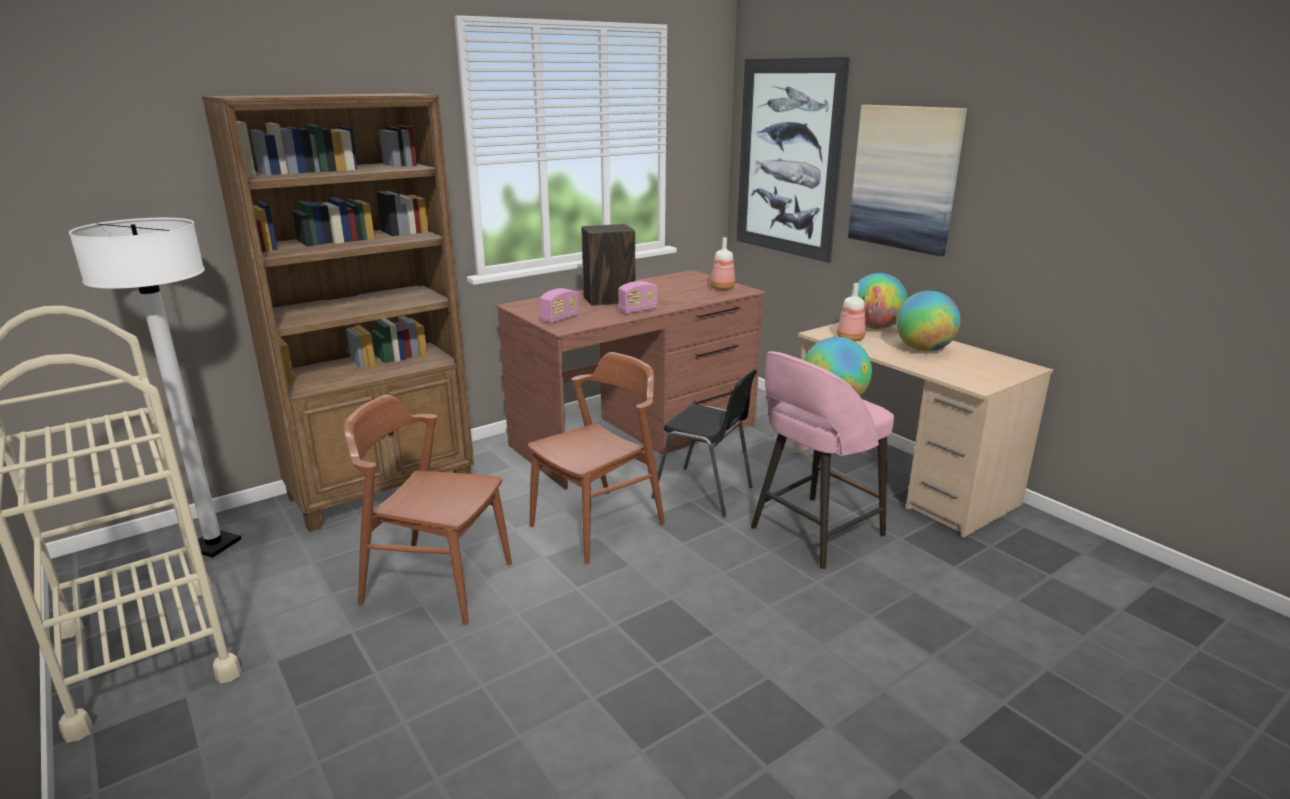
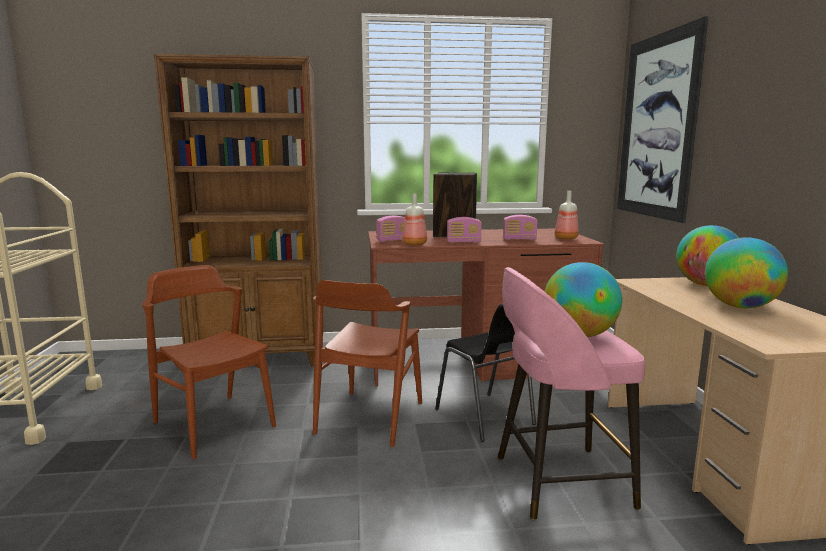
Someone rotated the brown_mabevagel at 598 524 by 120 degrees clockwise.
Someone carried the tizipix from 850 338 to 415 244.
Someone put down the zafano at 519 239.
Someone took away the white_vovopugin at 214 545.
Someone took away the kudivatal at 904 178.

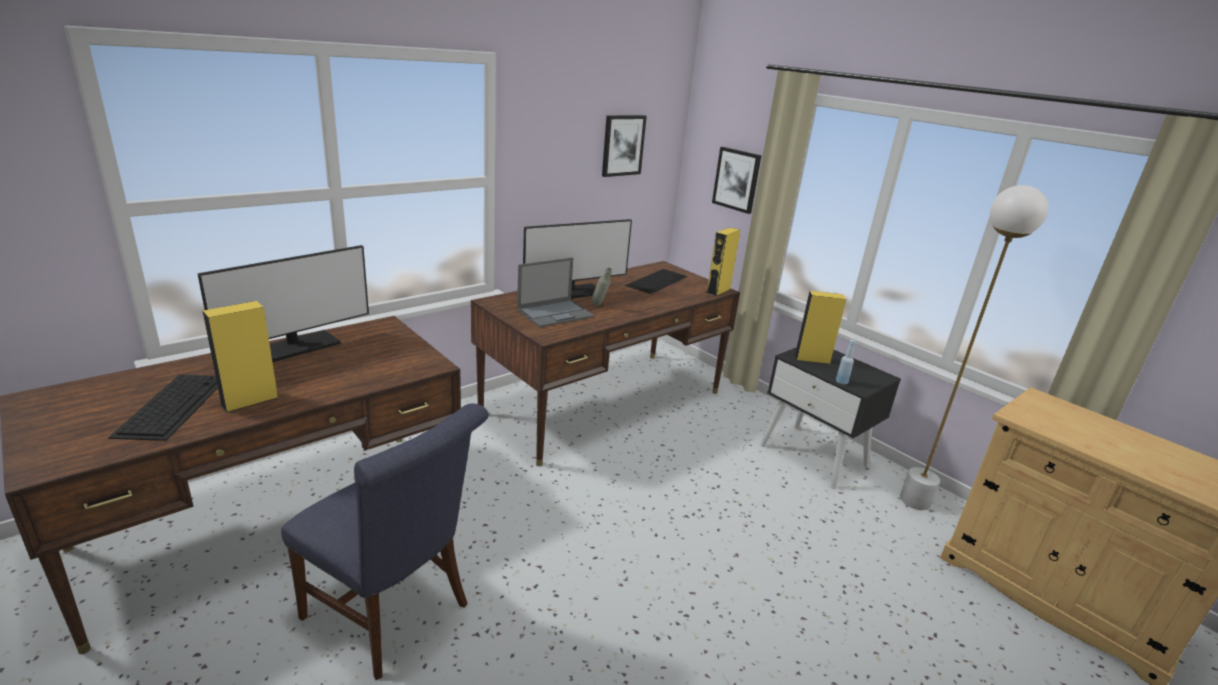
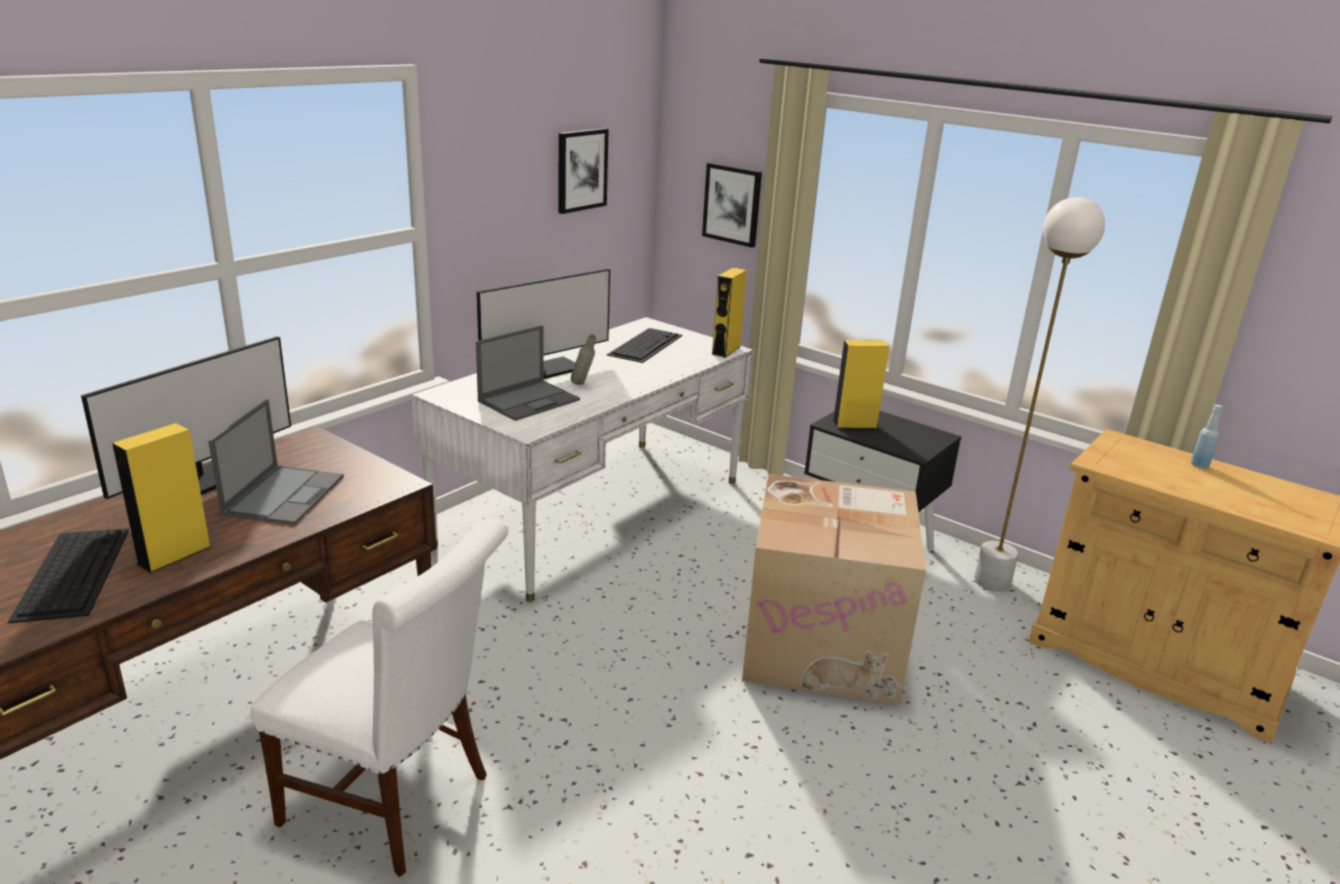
Someone put down the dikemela at 284 494.
Someone repainted the blue_mabevagel at 393 614, which became the white_mabevagel at 397 801.
Someone repainted the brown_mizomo at 604 402, which became the white_mizomo at 593 511.
Someone put down the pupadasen at 824 644.
Someone carried the blue_tizipix from 841 382 to 1199 465.

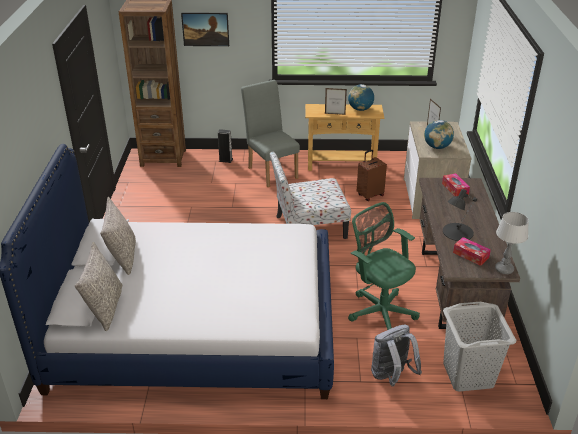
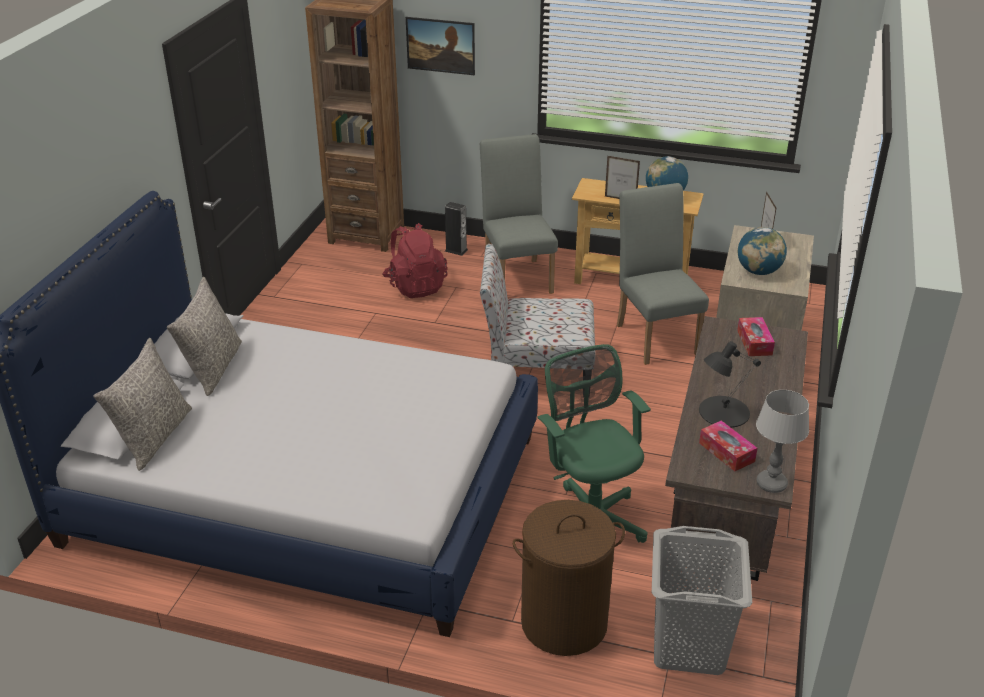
Someone put down the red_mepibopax at 415 286.
Someone swapped the grey_mepibopax at 391 376 for the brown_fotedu at 564 623.
Someone swapped the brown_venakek at 370 195 for the grey_mabevagel at 655 335.

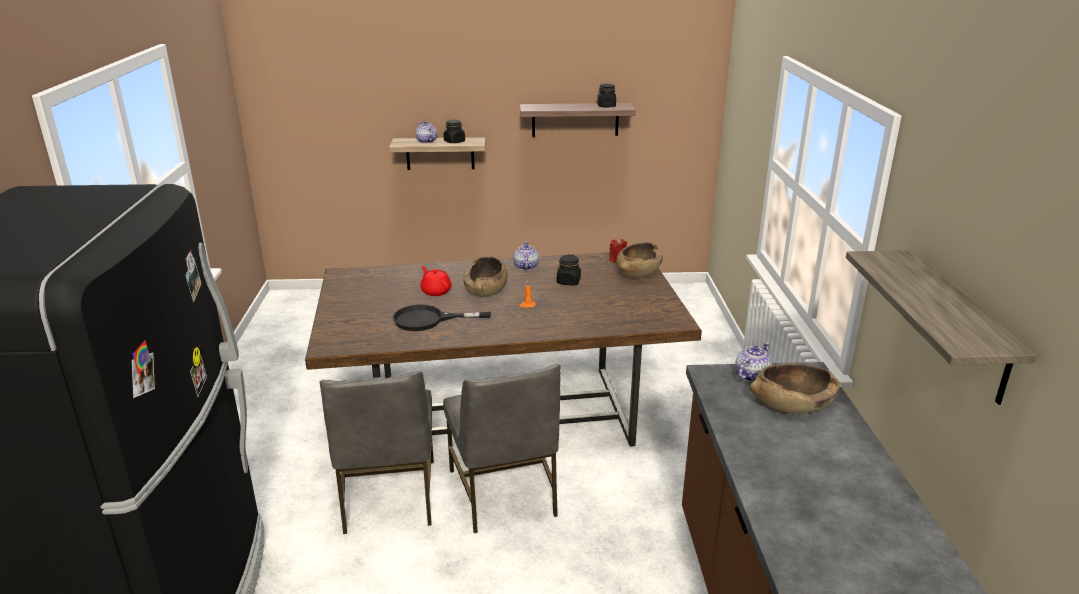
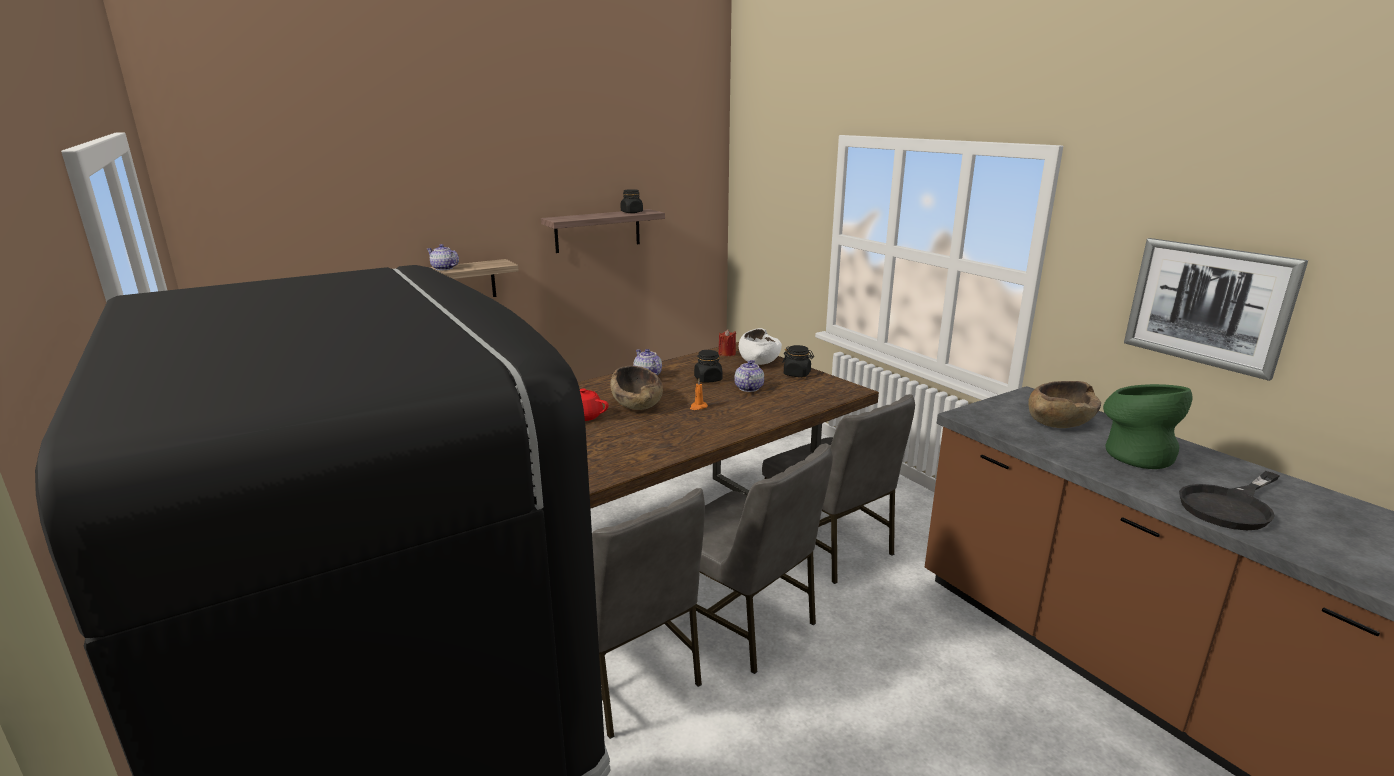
Someone carried the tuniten from 751 376 to 748 388.
Someone repainted the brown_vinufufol at 638 272, which became the white_vinufufol at 759 359.
Someone put down the grey_mabevagel at 830 546.
Someone carried the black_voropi from 454 141 to 797 374.
Someone put down the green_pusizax at 1134 454.
Someone swapped the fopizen at 958 325 for the kudivatal at 1208 305.
Someone carried the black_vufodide from 428 320 to 1230 506.

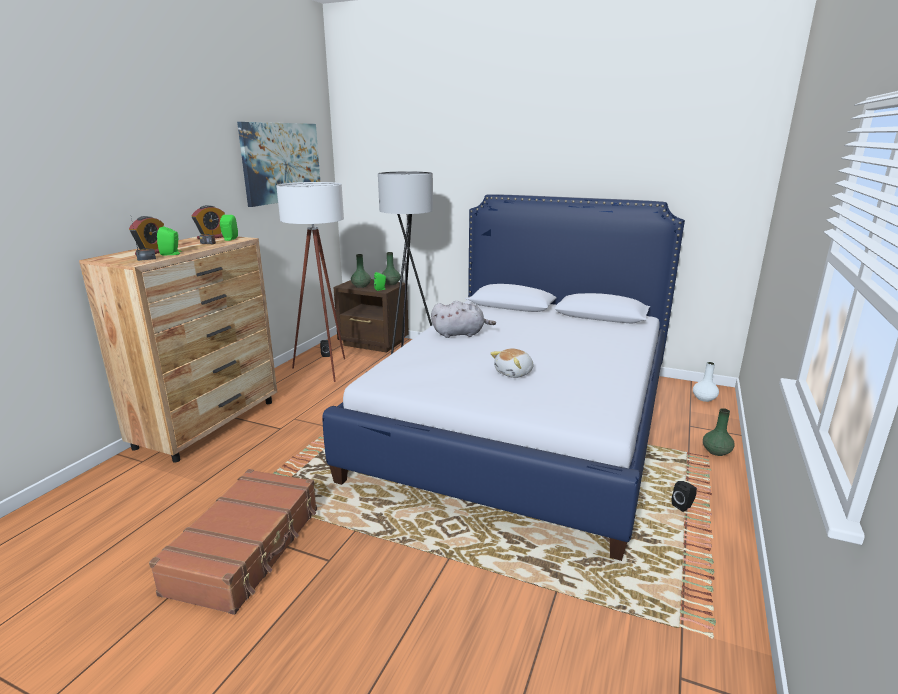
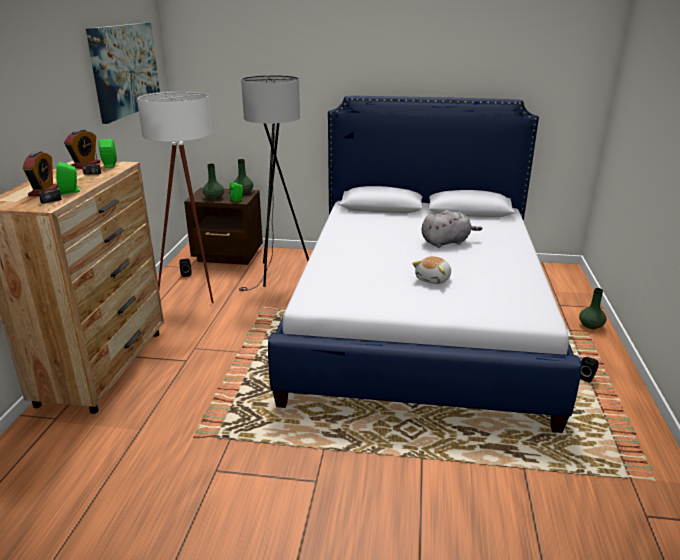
Someone carried the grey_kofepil from 460 334 to 447 242.
Someone took away the brown_venakek at 247 549.
Someone took away the white_pusizax at 704 398.

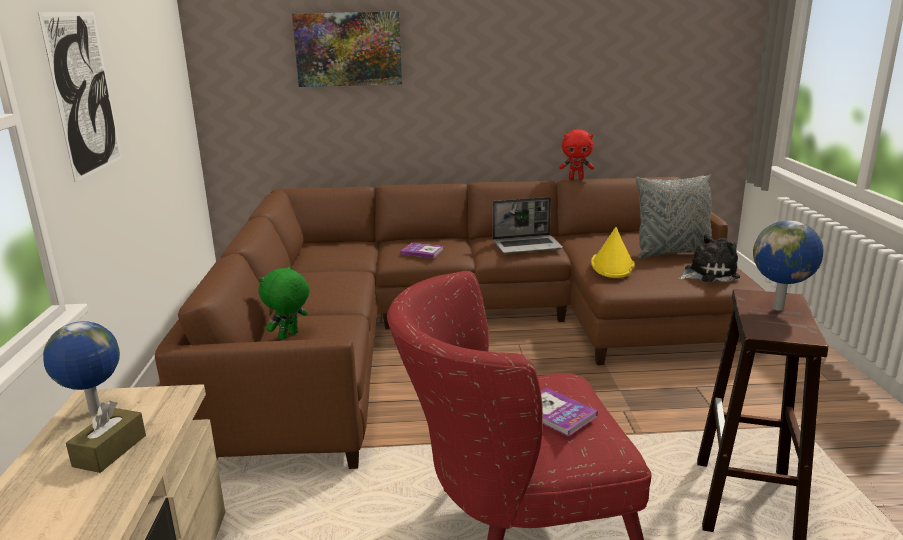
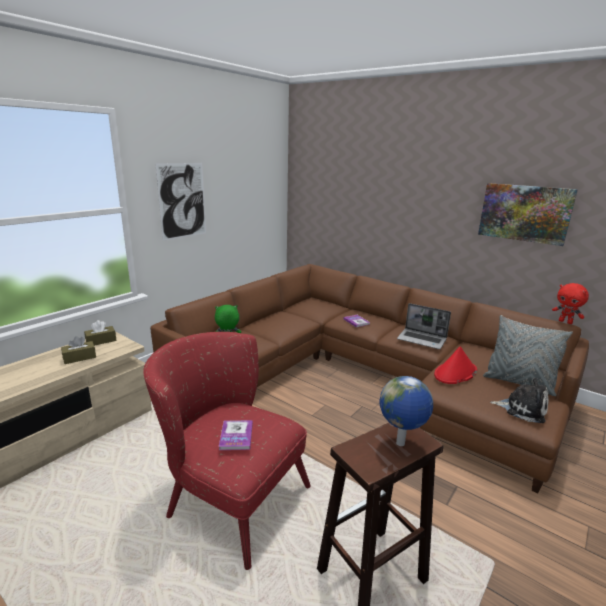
Someone swapped the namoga at 95 412 for the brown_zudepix at 101 341.
Someone repainted the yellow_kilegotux at 612 265, which became the red_kilegotux at 455 373.
Someone carried the kudivatal from 348 49 to 524 213.
Someone carried the red_kofepil from 576 178 to 565 322.

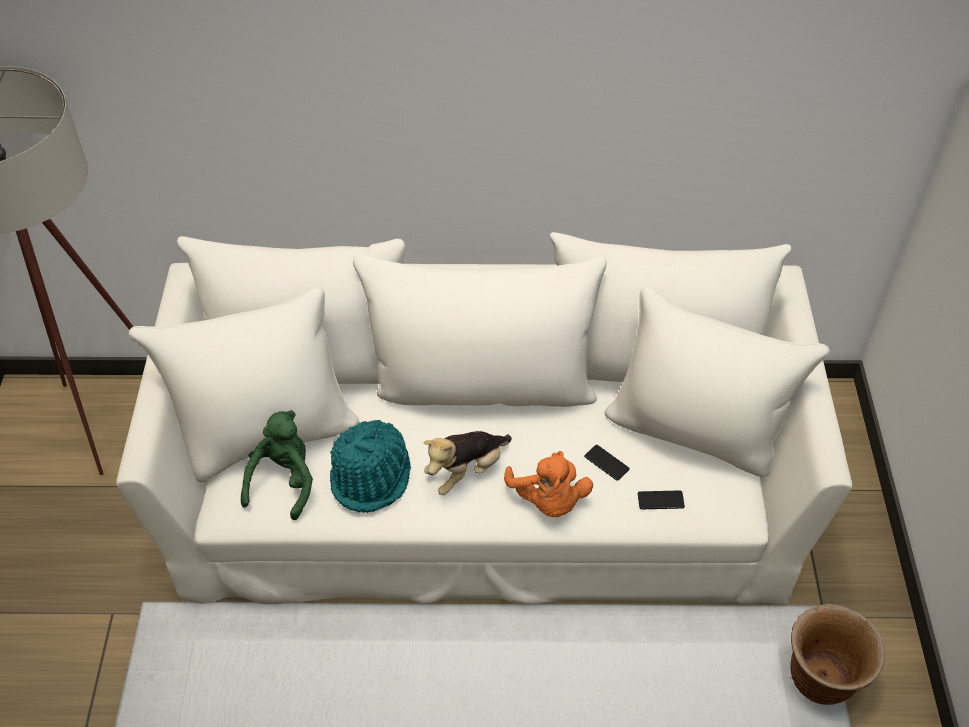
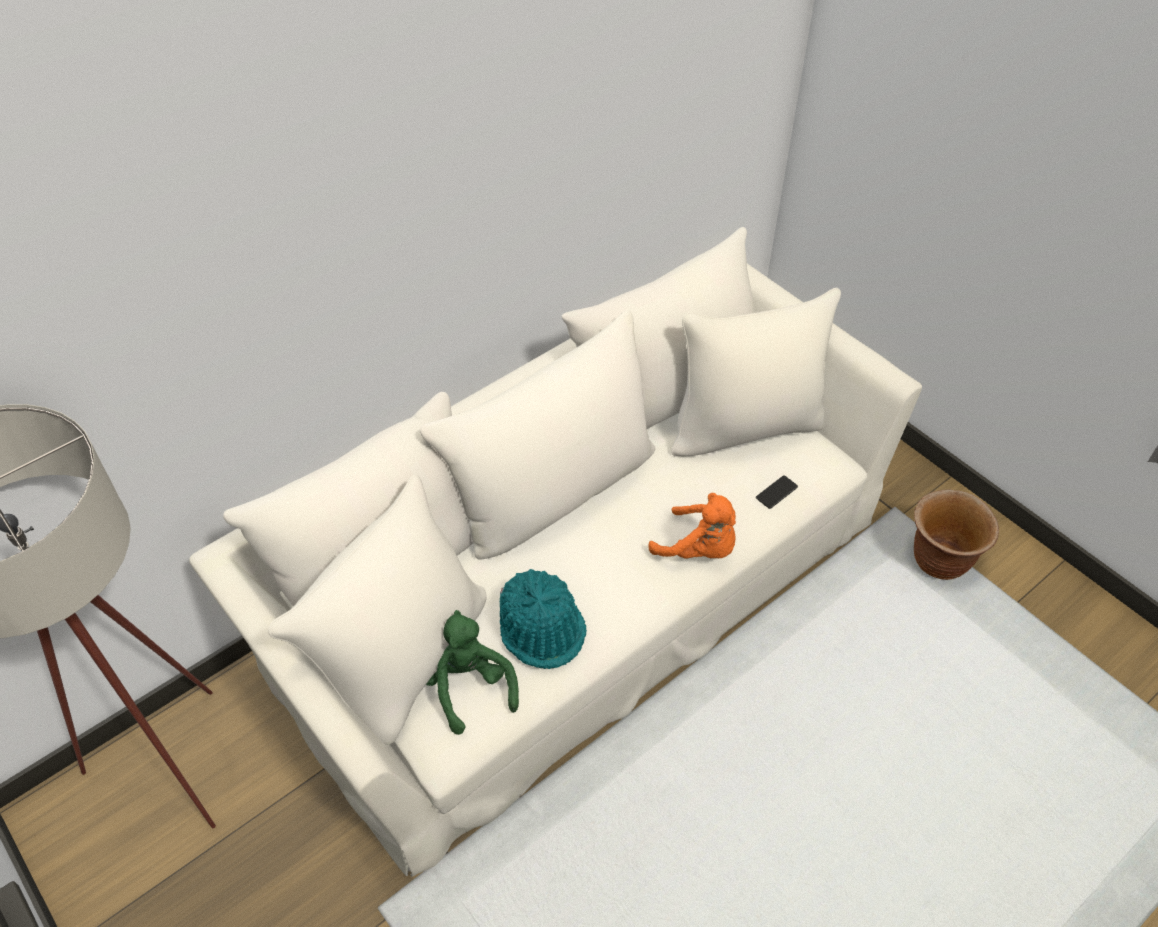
Someone took away the kofepil at 466 471.
Someone took away the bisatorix at 606 463.

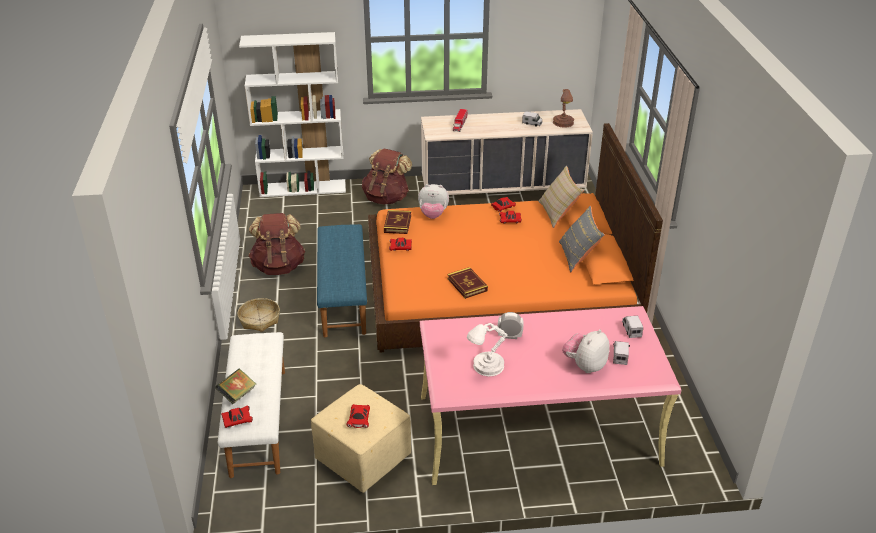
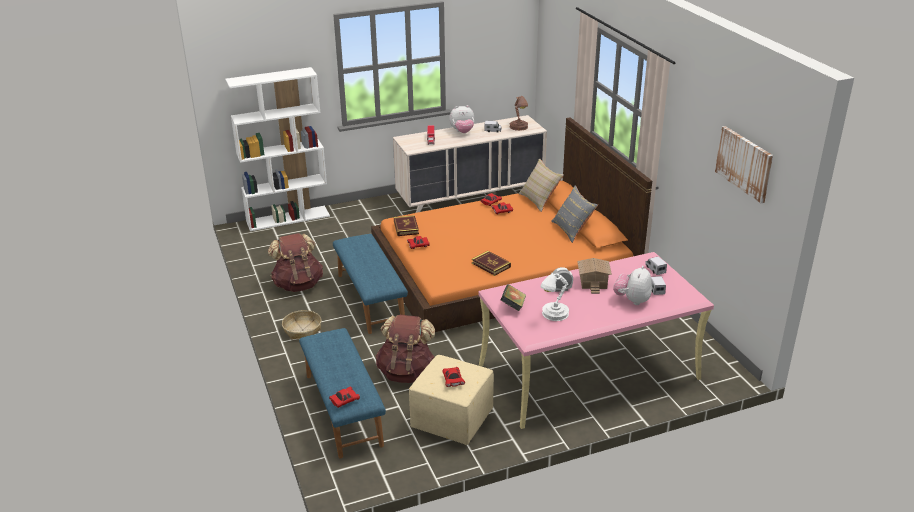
Someone repainted the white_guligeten at 257 421, which became the blue_guligeten at 342 409.
Someone carried the brown_mepibopax from 386 198 to 406 372.
Someone carried the kofepil from 433 215 to 462 132.
Someone carried the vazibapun from 237 394 to 513 306.
Someone put down the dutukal at 594 282.
Someone put up the kudivatal at 744 163.

